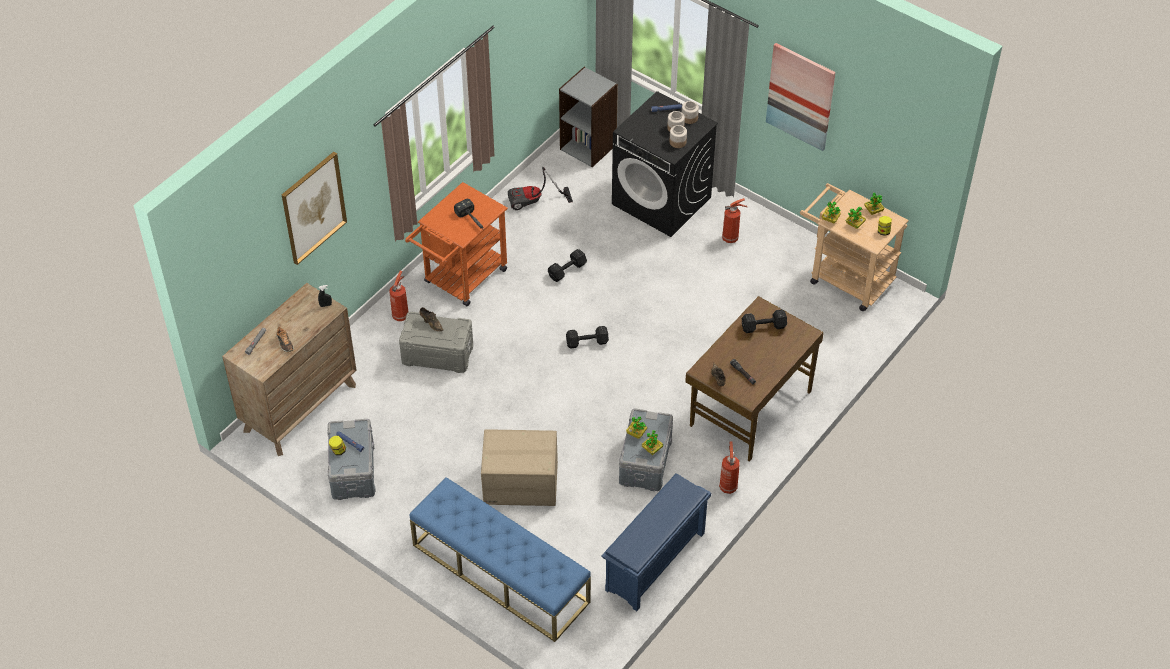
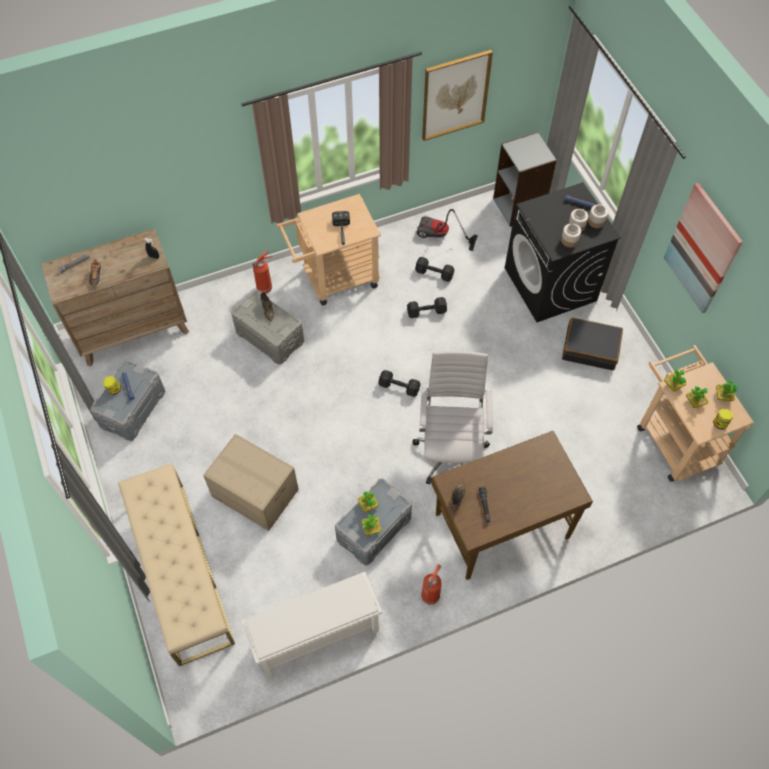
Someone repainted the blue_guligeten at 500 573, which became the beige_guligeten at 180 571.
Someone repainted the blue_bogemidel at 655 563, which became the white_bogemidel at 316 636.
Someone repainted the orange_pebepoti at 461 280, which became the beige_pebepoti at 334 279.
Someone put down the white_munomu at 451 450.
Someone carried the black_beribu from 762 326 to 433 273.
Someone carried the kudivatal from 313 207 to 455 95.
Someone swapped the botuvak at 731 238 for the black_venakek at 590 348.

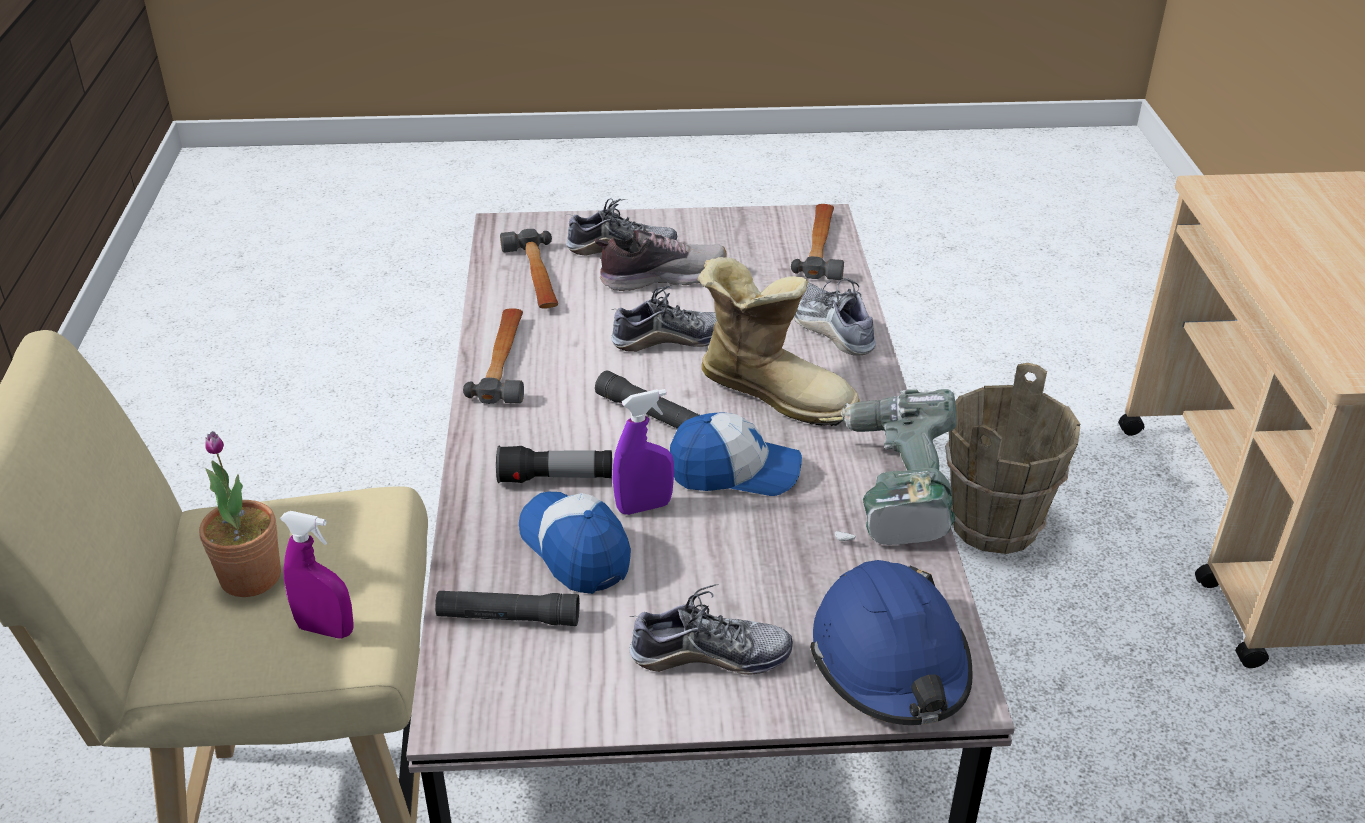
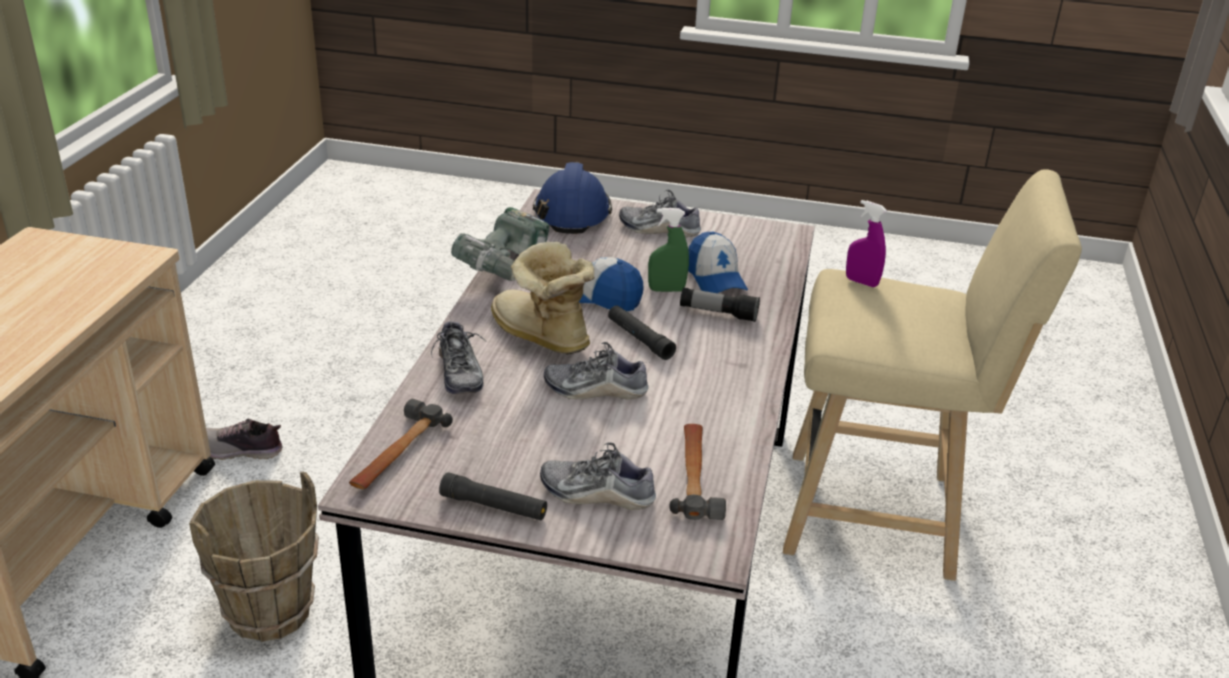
Someone carried the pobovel from 661 277 to 239 451.
Someone carried the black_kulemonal from 508 617 to 494 506.
Someone repainted the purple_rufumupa at 644 506, which became the green_rufumupa at 666 290.
Someone took away the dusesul at 251 577.
Someone took away the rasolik at 505 361.

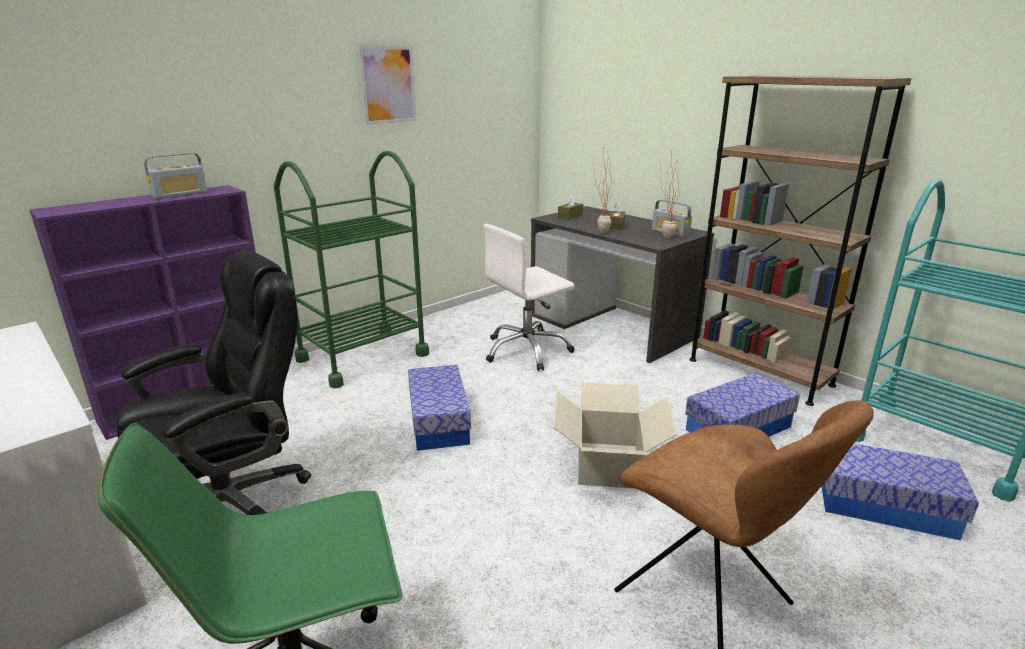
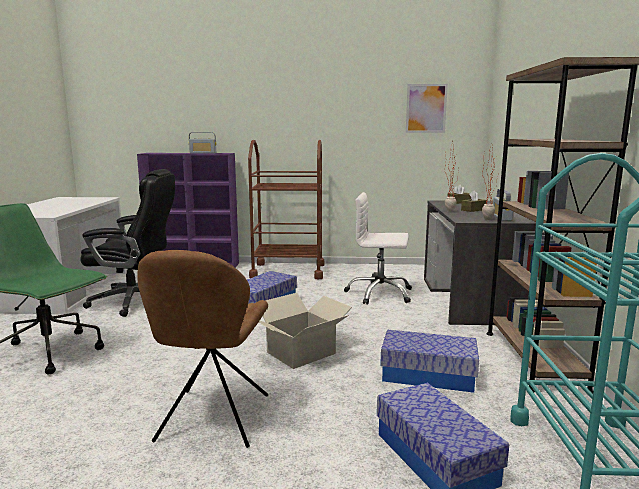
Someone repainted the green_pebepoti at 363 357, which became the brown_pebepoti at 288 271.
Someone carried the kudivatal from 388 85 to 426 108.

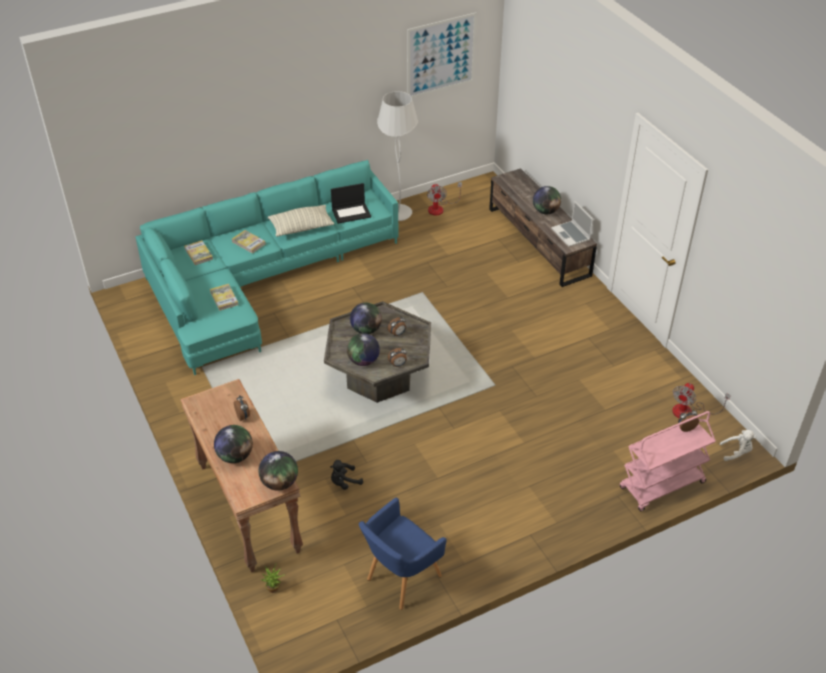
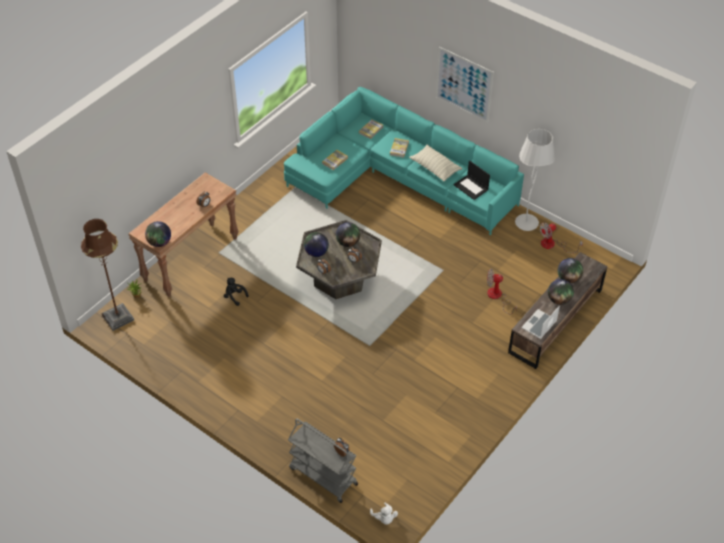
Someone put down the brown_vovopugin at 118 318.
Someone repainted the pink_pebepoti at 661 486, which became the grey_pebepoti at 322 476.
Someone carried the kudivatal from 441 55 to 464 84.
Someone carried the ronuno from 689 411 to 497 297.
Someone carried the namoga from 235 456 to 568 278.
Someone took away the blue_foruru at 401 579.

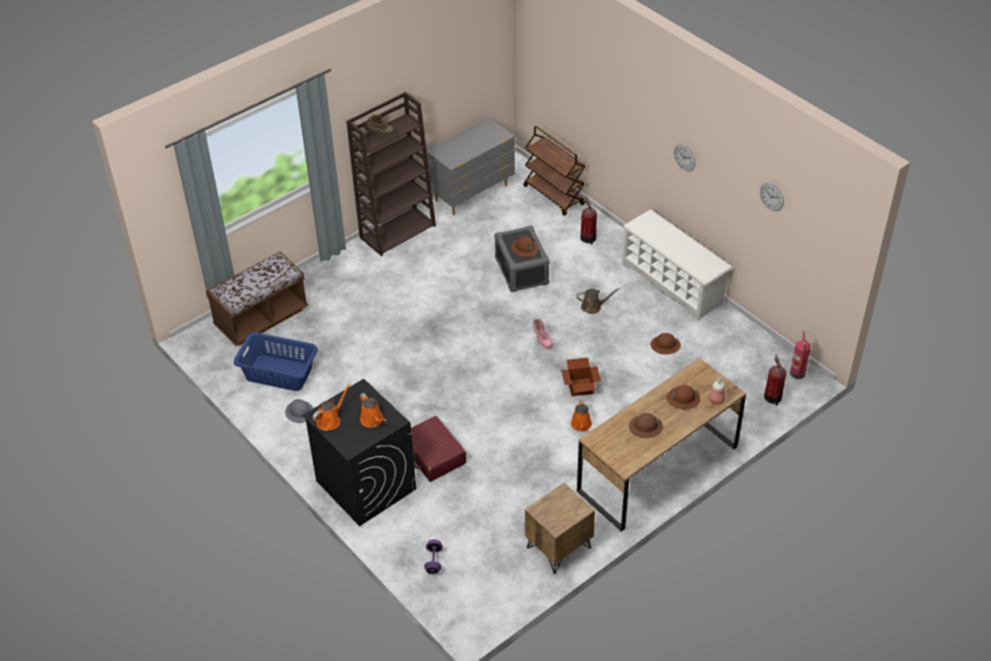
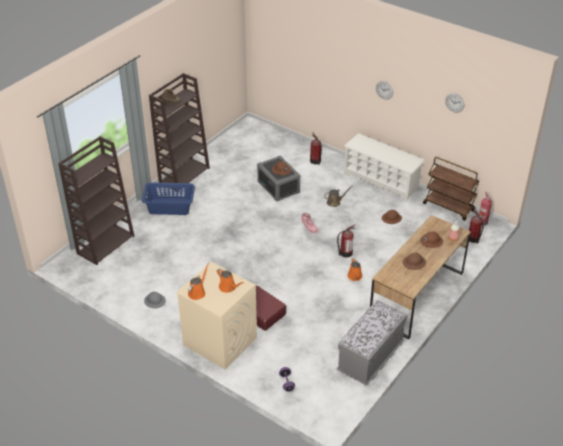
Someone swapped the brown_guligeten at 261 318 for the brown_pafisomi at 105 244.
Someone carried the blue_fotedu from 279 372 to 169 206.
Someone repainted the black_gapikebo at 365 484, which became the beige_gapikebo at 219 341.
Someone swapped the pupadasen at 580 387 for the botuvak at 345 253.
Someone swapped the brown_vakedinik at 559 548 for the grey_guligeten at 370 358.
Someone carried the brown_pebepoti from 554 195 to 449 207.
Someone took away the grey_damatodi at 472 193.

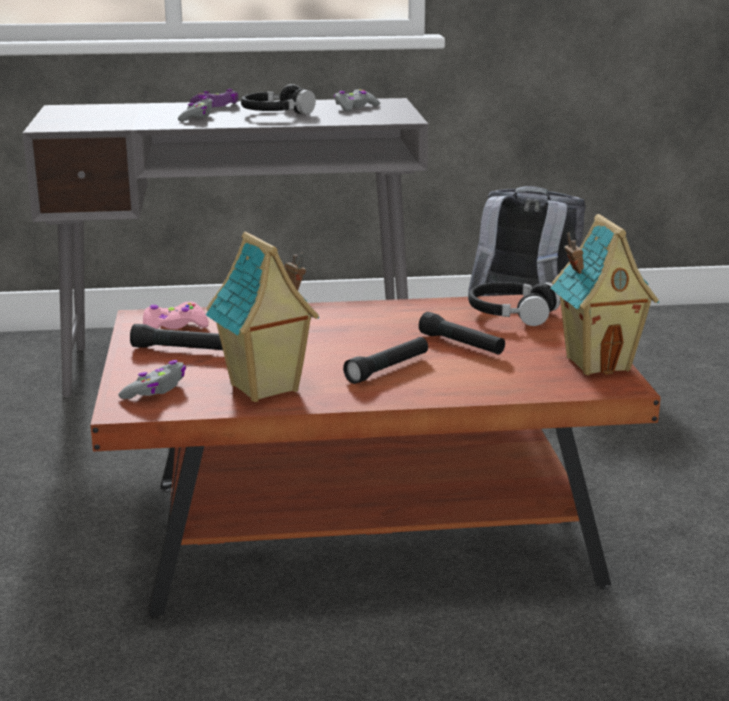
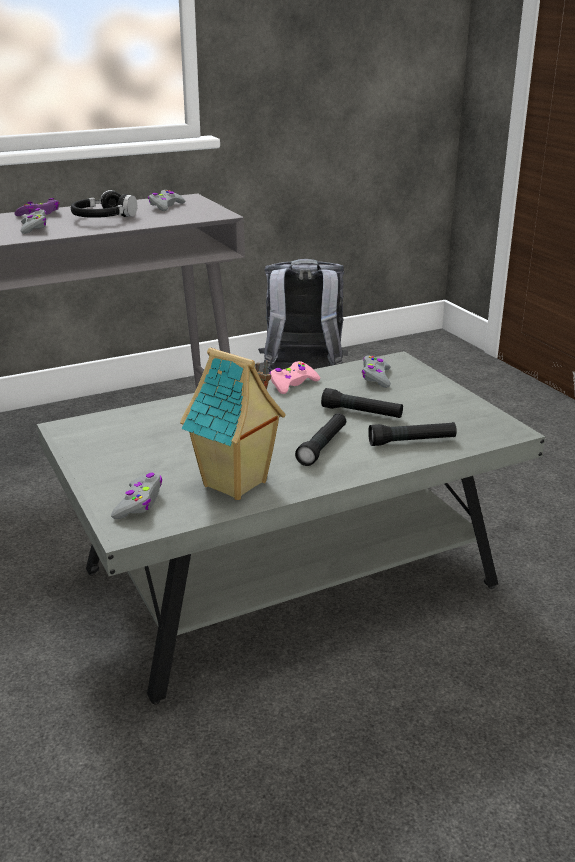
Someone repainted the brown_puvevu at 367 536, which became the grey_puvevu at 288 582.
Someone carried the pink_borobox from 173 327 to 292 384.
Someone swapped the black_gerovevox at 511 314 for the grey_borobox at 376 377.
Someone carried the black_kulemonal from 180 349 to 412 441.
Someone took away the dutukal at 598 363.

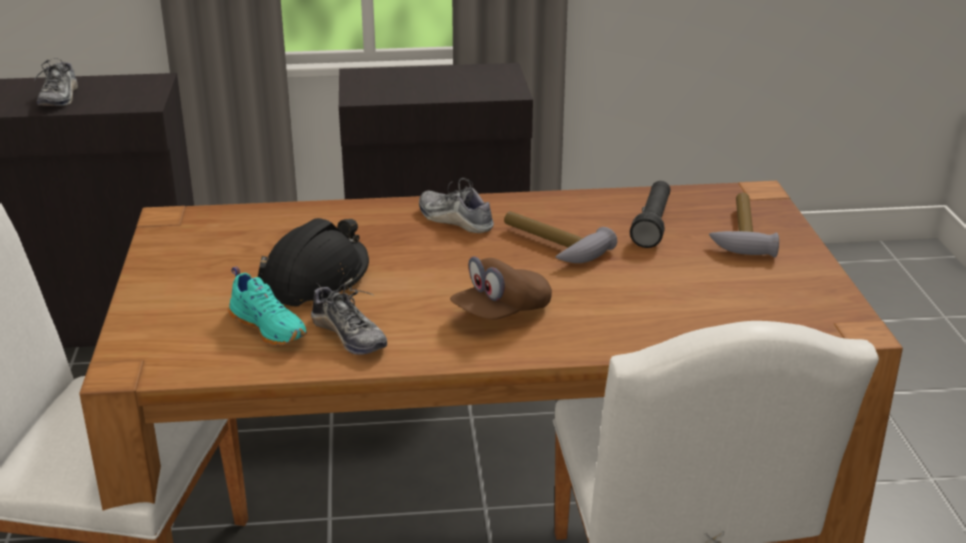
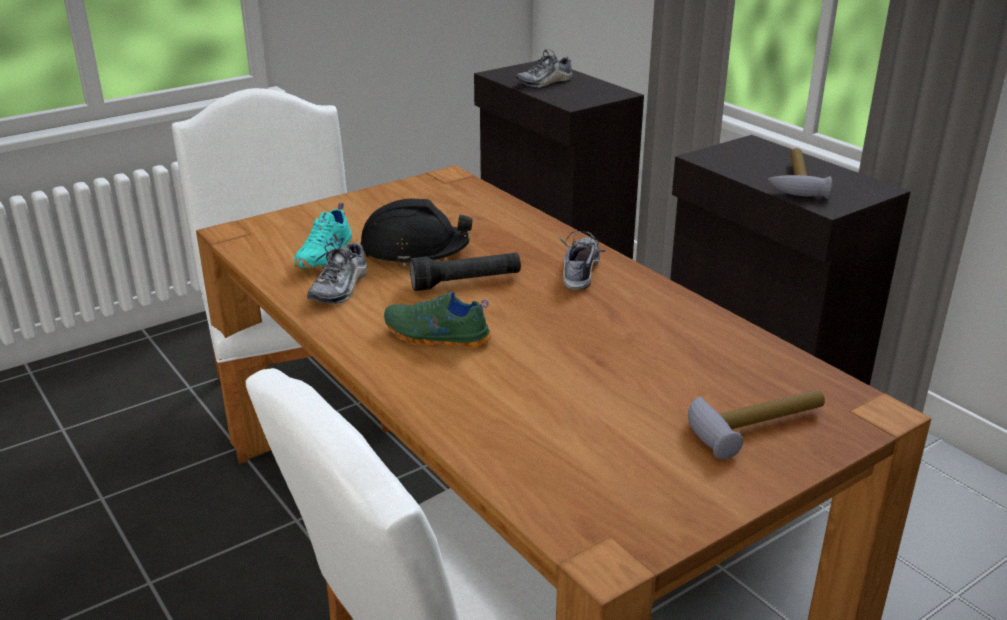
Someone swapped the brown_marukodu at 501 313 for the green_pobovel at 436 337.
Someone carried the black_kulemonal from 652 224 to 466 283.
Someone carried the rasolik from 551 246 to 795 180.

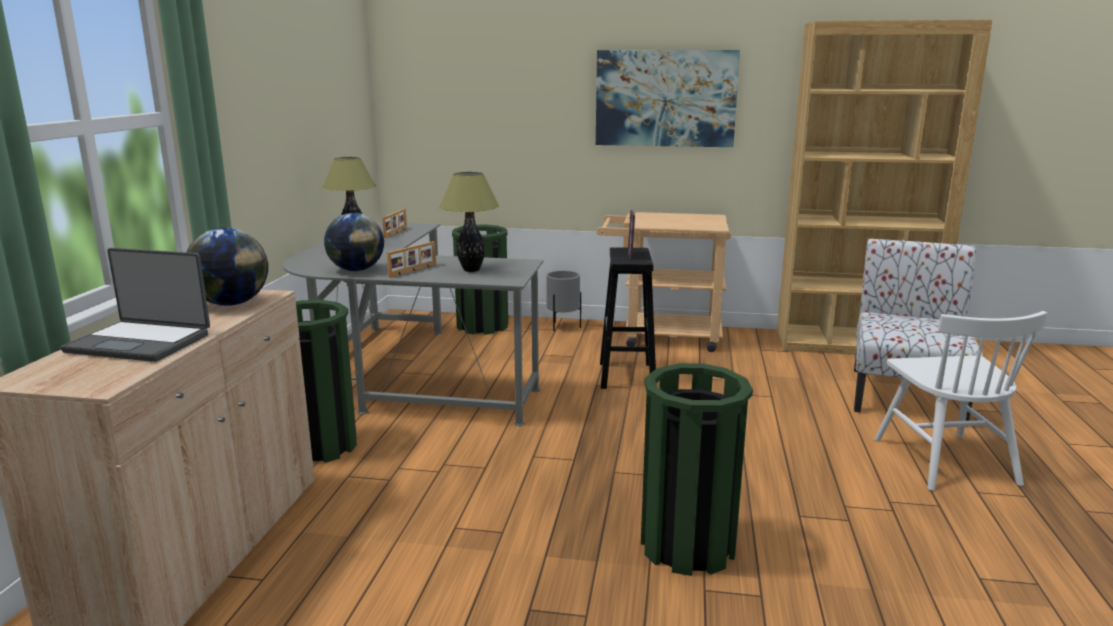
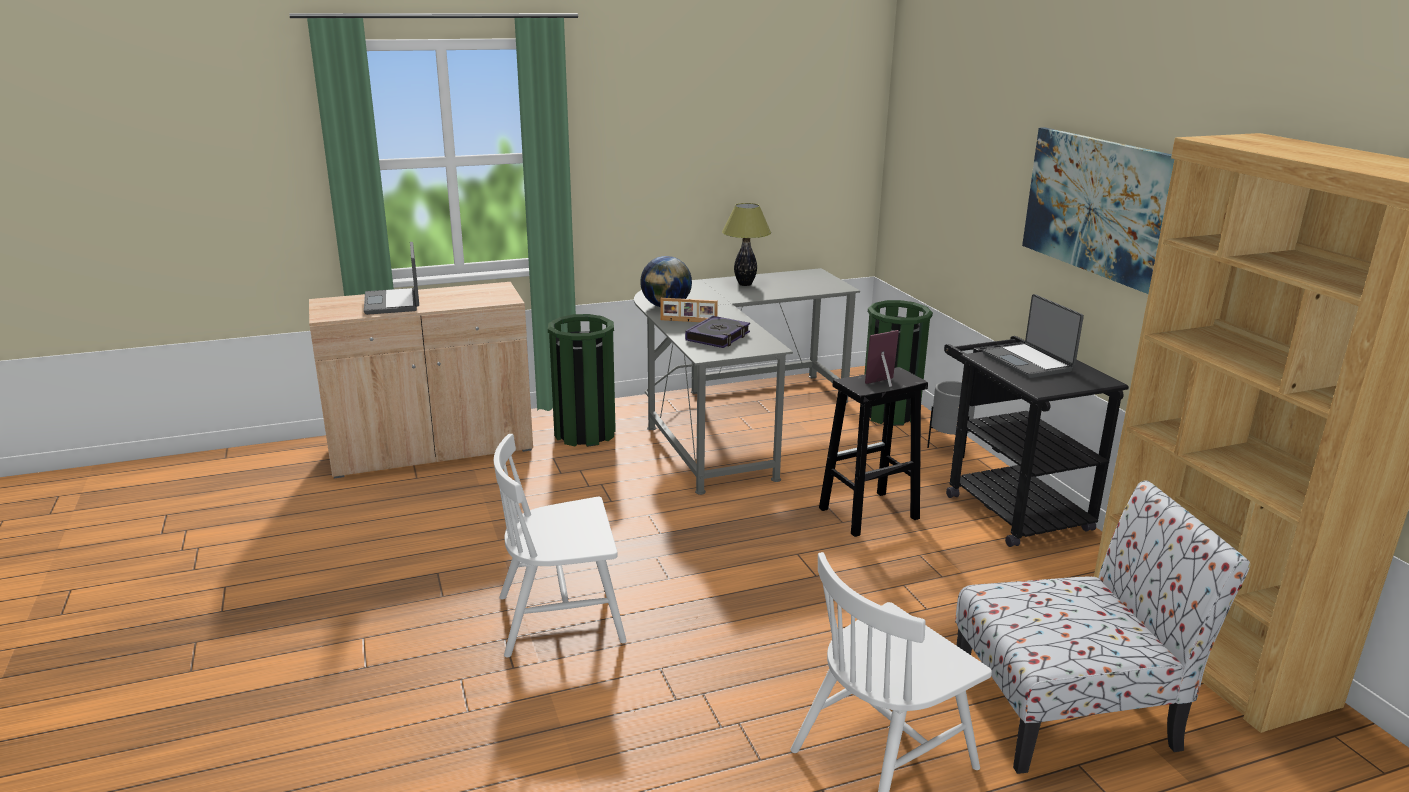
Someone swapped the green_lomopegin at 687 546 for the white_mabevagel at 562 618.
Someone swapped the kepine at 471 270 for the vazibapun at 718 337.
Someone repainted the beige_pebepoti at 661 336, which became the black_pebepoti at 1009 507.
Someone put down the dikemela at 1028 362.
Someone took away the namoga at 231 303.
Someone took away the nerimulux at 396 233.

